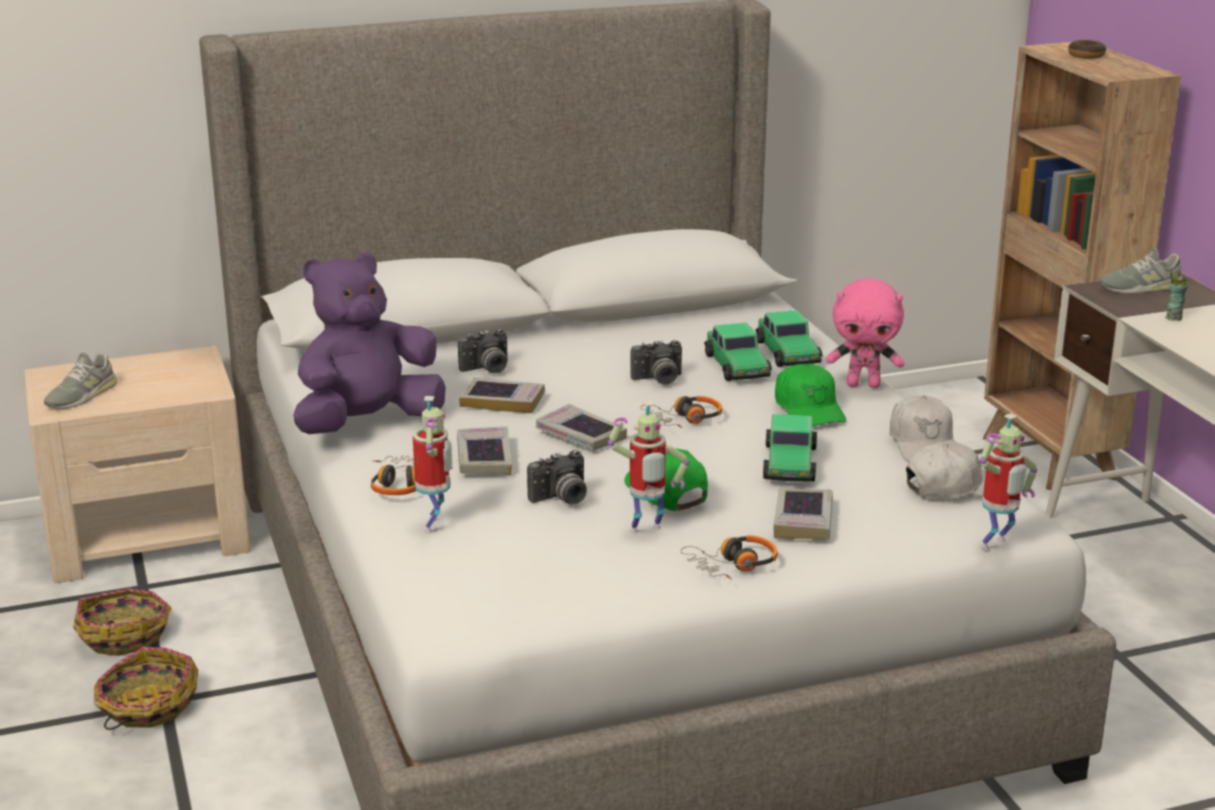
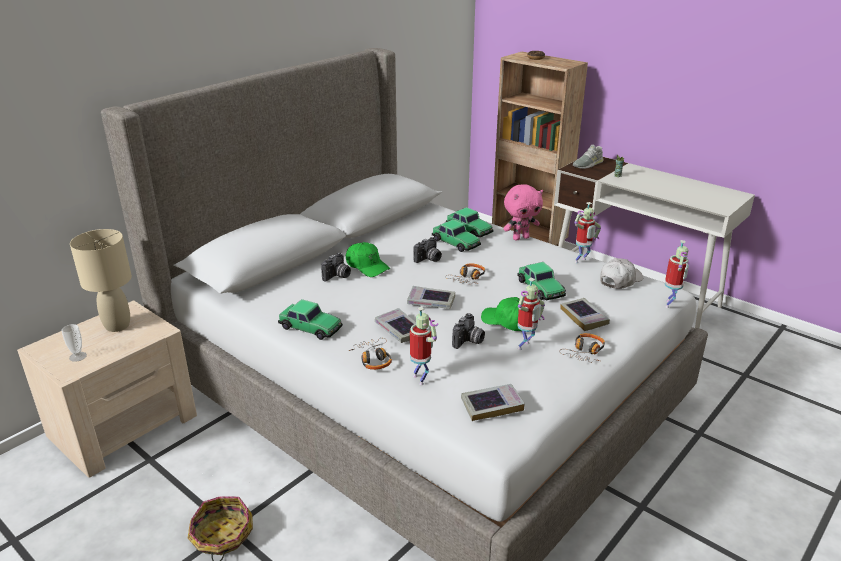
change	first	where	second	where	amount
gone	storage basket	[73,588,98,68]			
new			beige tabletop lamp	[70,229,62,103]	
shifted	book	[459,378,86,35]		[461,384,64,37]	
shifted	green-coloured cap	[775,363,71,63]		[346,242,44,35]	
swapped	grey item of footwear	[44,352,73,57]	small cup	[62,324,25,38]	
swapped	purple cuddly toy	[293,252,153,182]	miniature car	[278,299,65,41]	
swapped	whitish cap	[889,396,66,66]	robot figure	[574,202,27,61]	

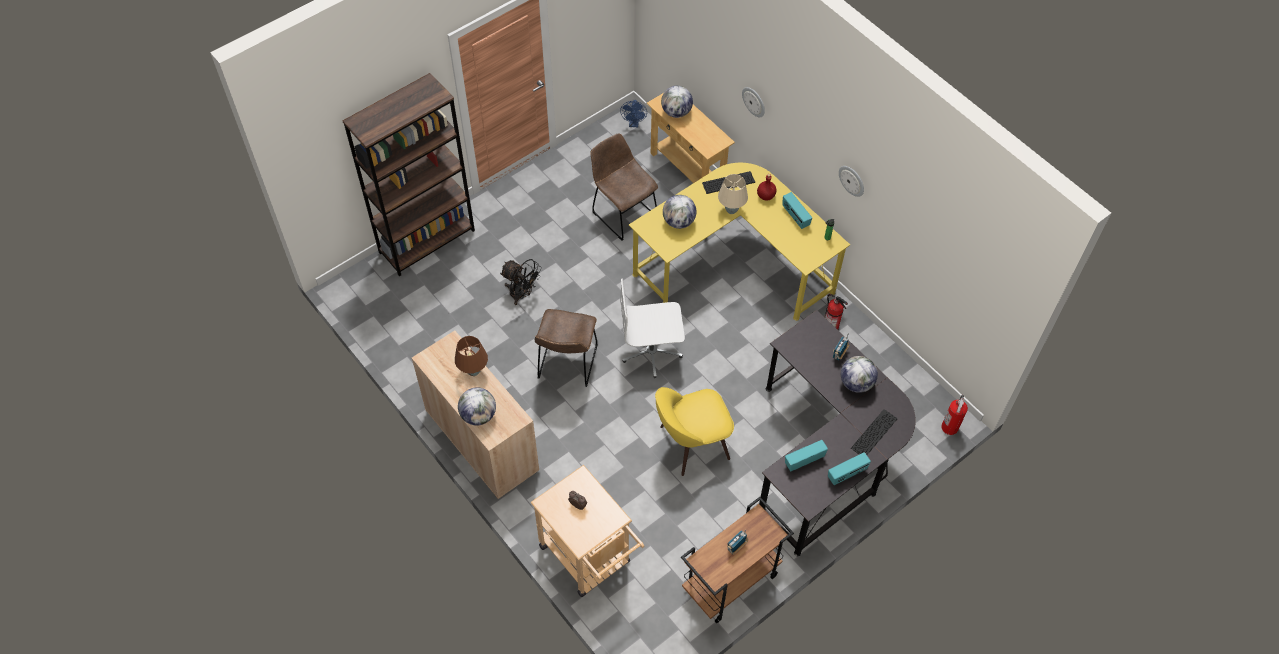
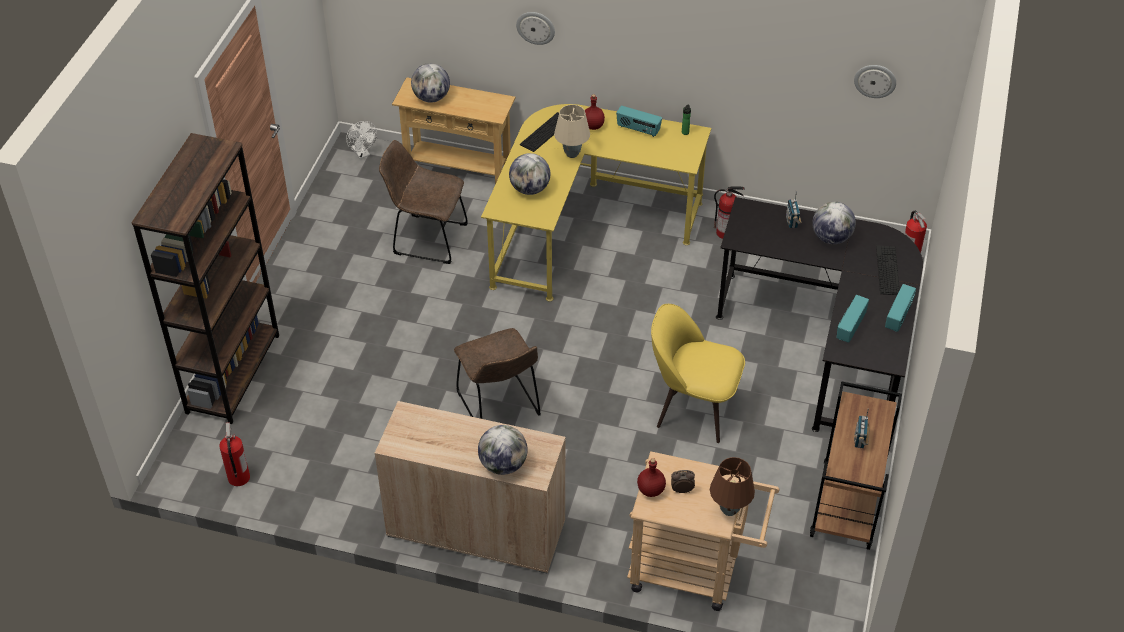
change	first	where	second	where	amount
gone	black cooling fan	[500,259,42,46]			
gone	whitish office chair	[620,278,65,100]			
new			extinguisher	[219,422,31,64]	
new			red drink bottle	[637,458,29,39]	
shifted	brown-coloured tabletop lamp	[455,336,33,40]		[710,457,45,59]	
shifted	clock on the wall	[839,166,25,31]		[854,65,42,33]	
repainted	bluish cooling fan	[620,100,27,27]	whitish cooling fan	[346,121,31,38]	
rotated	yellow chair	[655,387,79,89]		[651,304,94,139]	75 degrees clockwise

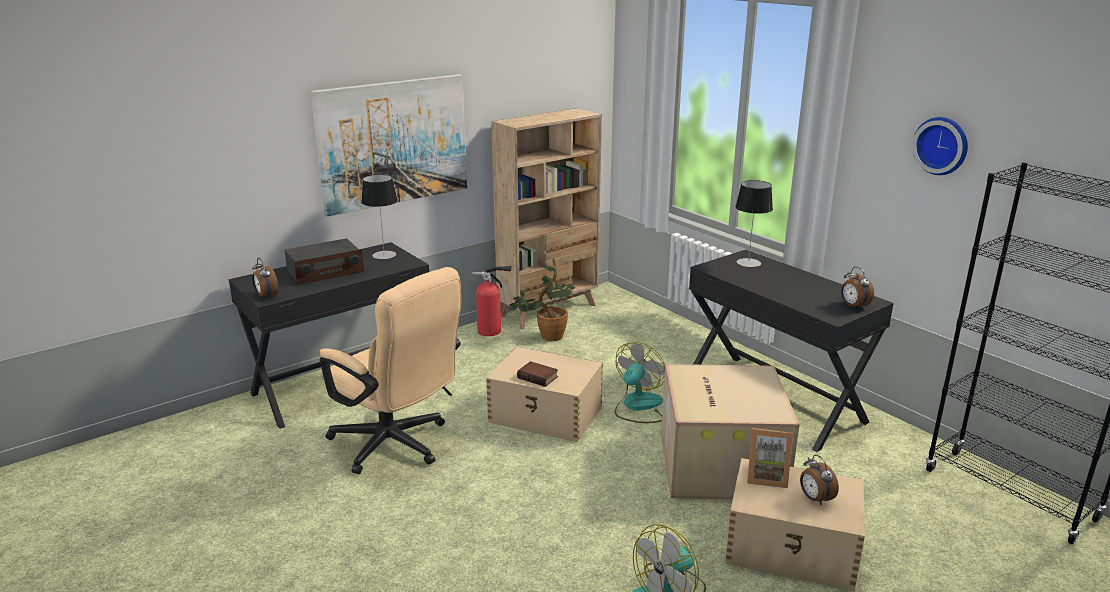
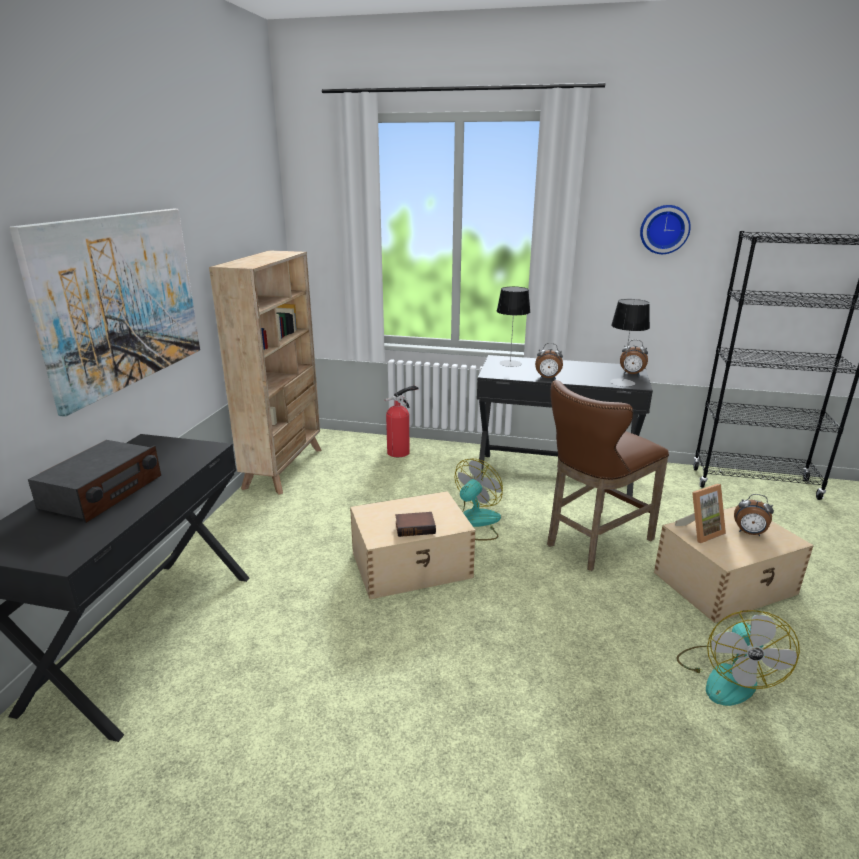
change	first	where	second	where	amount
gone	beige office chair	[320,267,141,207]			
gone	houseplant	[510,258,65,83]			
shifted	bedside clock	[252,258,27,41]		[535,343,28,36]	
shifted	tabletop lamp	[361,174,37,85]		[610,299,40,88]	
shifted	extinguisher	[473,266,39,70]		[385,385,34,72]	
swapped	packing box	[661,364,139,135]	brown-coloured stool seat	[547,380,122,191]	
rotated	cooling fan	[615,342,50,81]		[455,459,48,81]	45 degrees clockwise

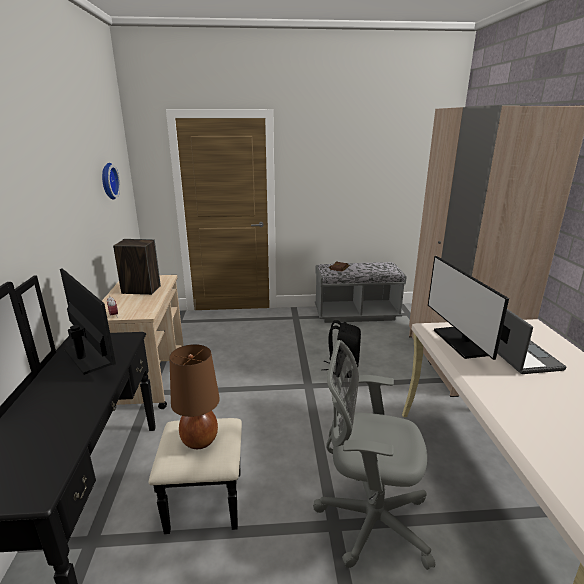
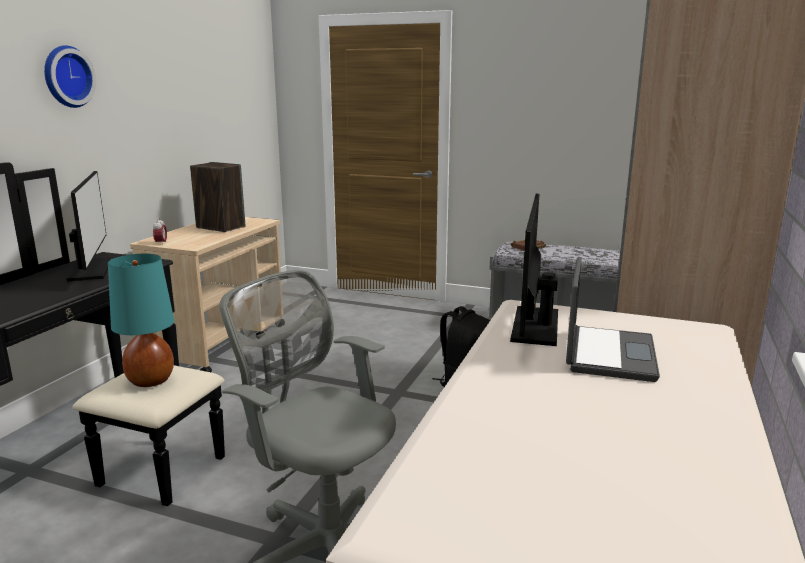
change	first	where	second	where	amount
shifted	clock on the wall	[102,163,18,36]		[44,45,52,63]	
repainted	brown-coloured tabletop lamp	[169,344,51,105]	turquoise tabletop lamp	[108,254,66,133]	

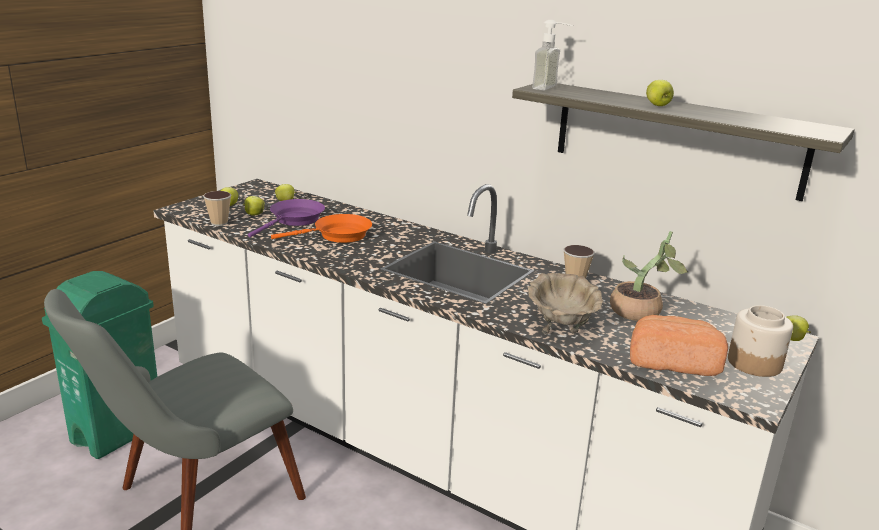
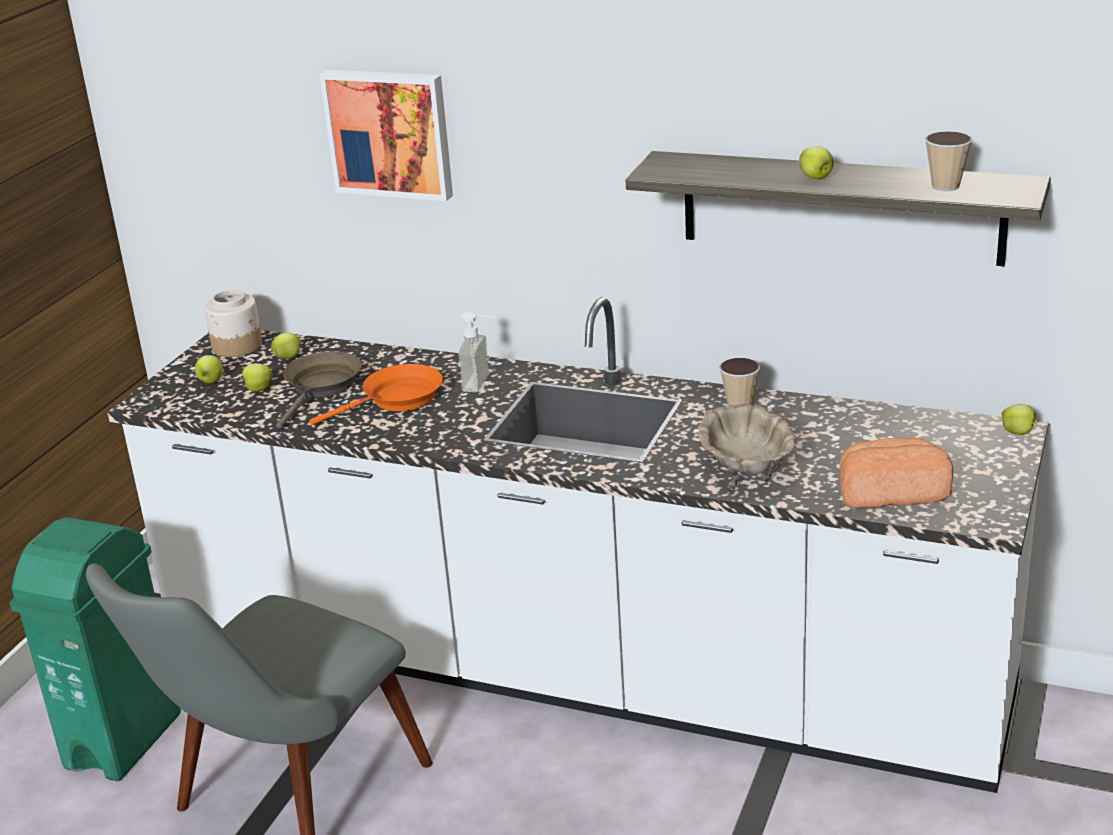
change	first	where	second	where	amount
gone	houseplant	[610,231,78,90]			
new			wall picture	[320,70,133,131]	
shifted	small cup	[203,191,28,35]		[925,131,47,60]	
shifted	liquid soap bottle	[532,20,41,71]		[458,312,37,80]	
shifted	preserve jar	[728,305,65,72]		[204,290,58,67]	
repainted	purple frying pan	[248,199,77,39]	brown-coloured frying pan	[276,351,86,78]	

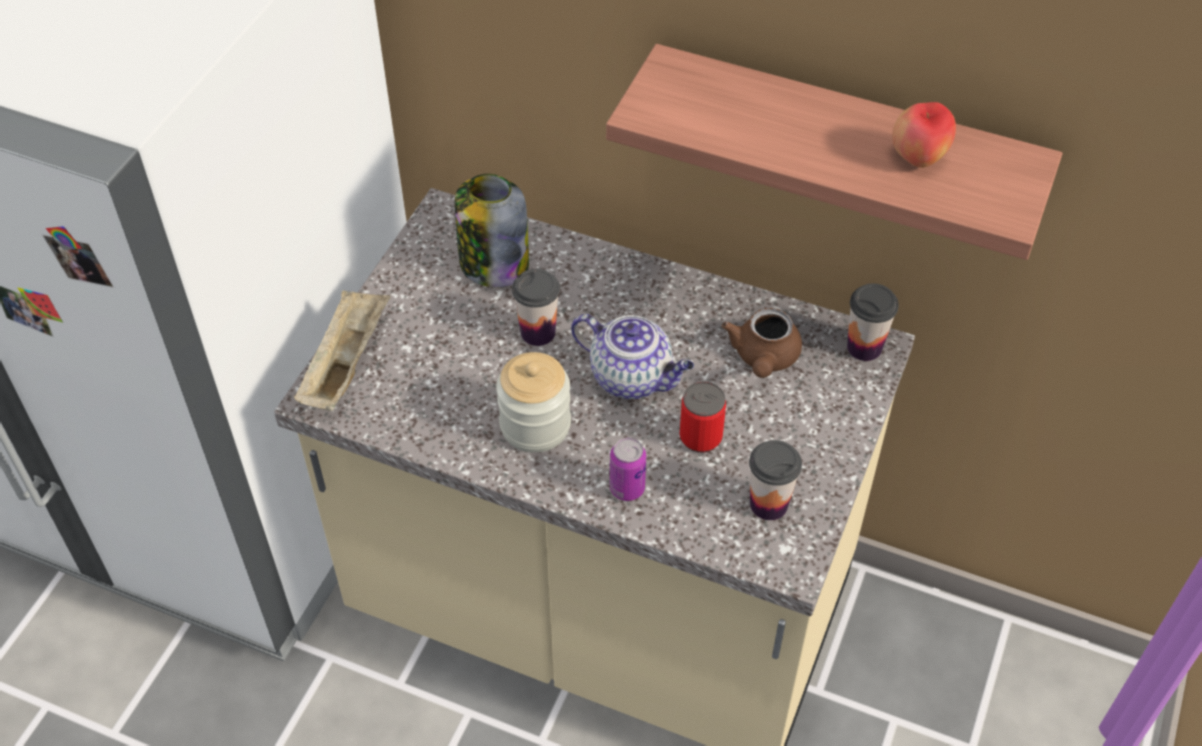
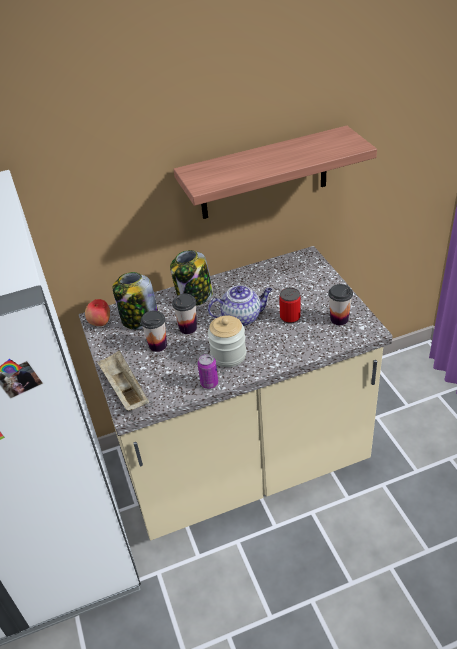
change	first	where	second	where	amount
gone	brown-coloured pot for tea	[722,308,80,70]			
new			preserve jar	[170,250,43,56]	
shifted	sealed can	[610,438,36,63]		[198,354,20,35]	
shifted	small cup	[847,283,52,78]		[141,310,26,42]	
shifted	apple	[892,102,64,66]		[85,299,25,27]	

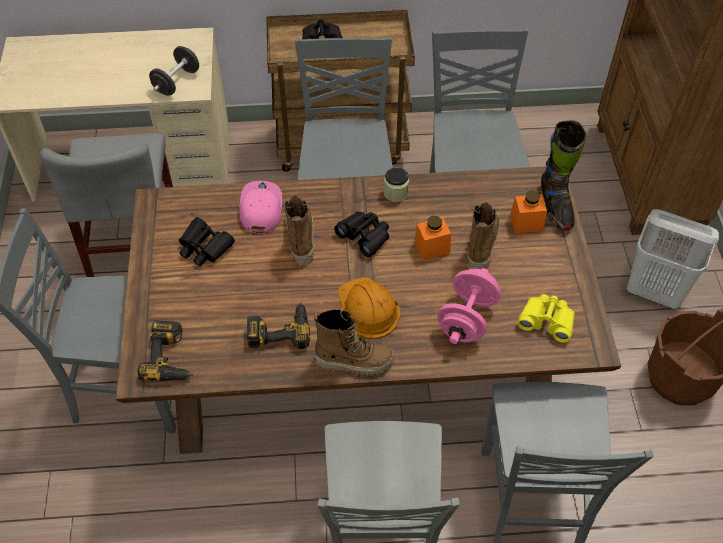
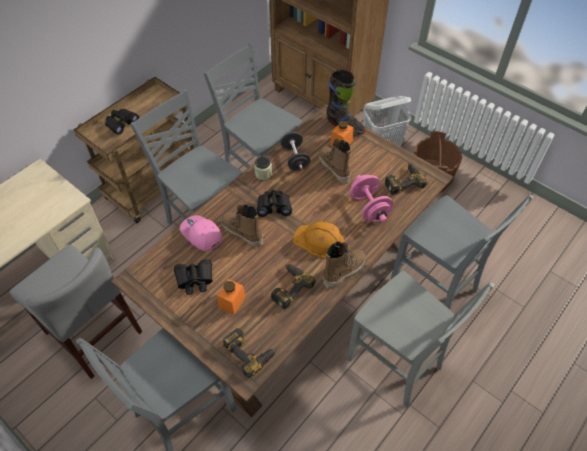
change	first	where	second	where	amount
shifted	black dumbbell	[149,46,50,50]		[281,132,29,39]	
shifted	orange-coloured preserve jar	[414,216,37,45]		[217,279,29,36]	
swapped	yellow binoculars	[518,294,57,49]	drill	[385,163,43,32]	

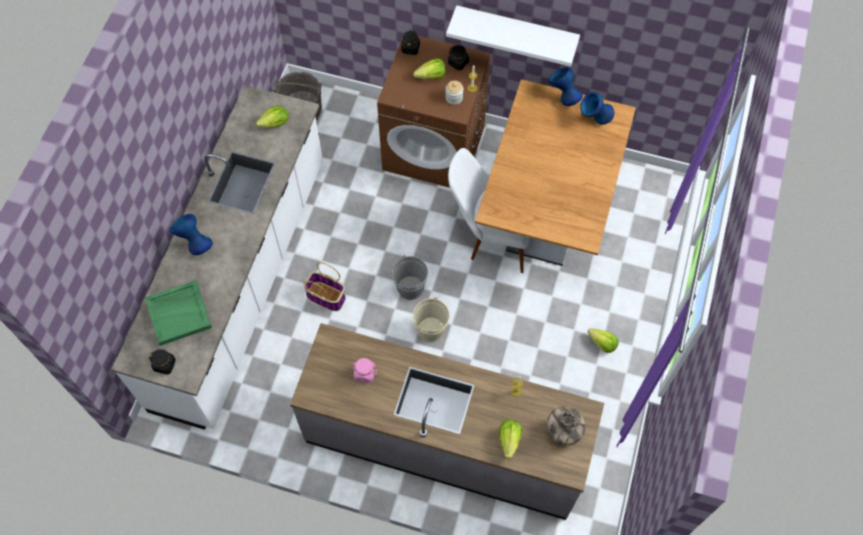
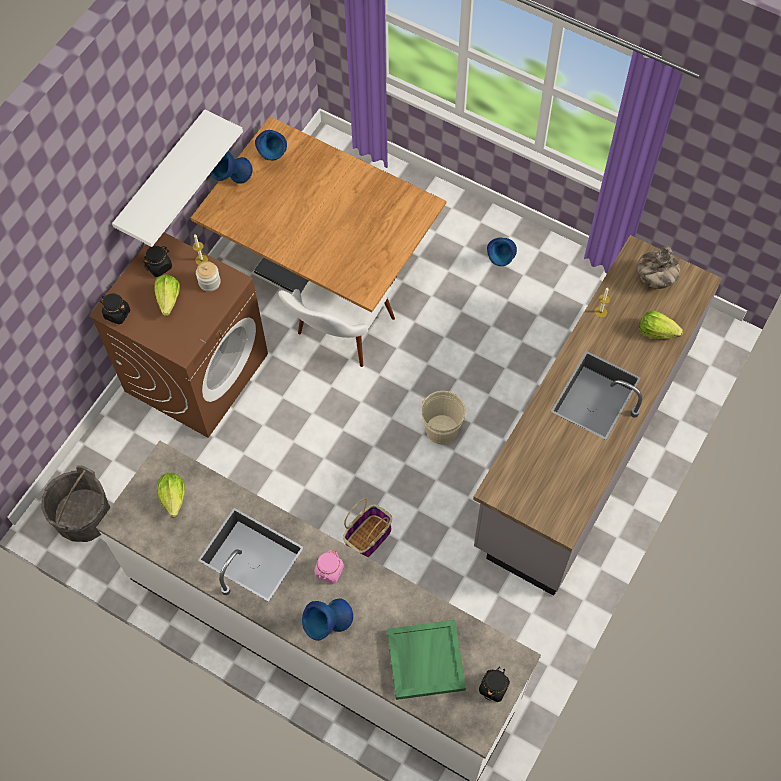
change	first	where	second	where	amount
gone	grey pail	[392,254,36,46]			
shifted	pink-coloured preserve jar	[351,358,26,25]		[314,550,30,34]	
swapped	lettuce head	[587,328,32,25]	bluish vase	[487,238,30,28]	

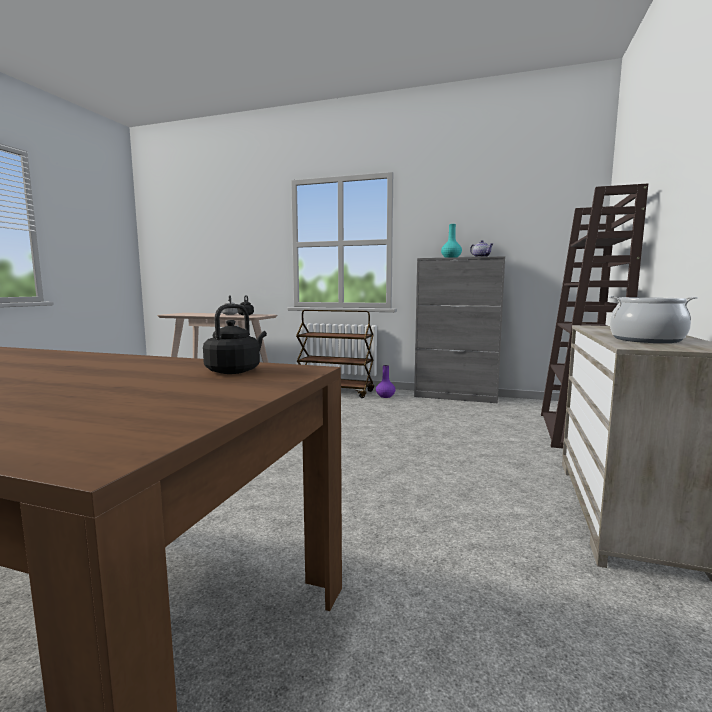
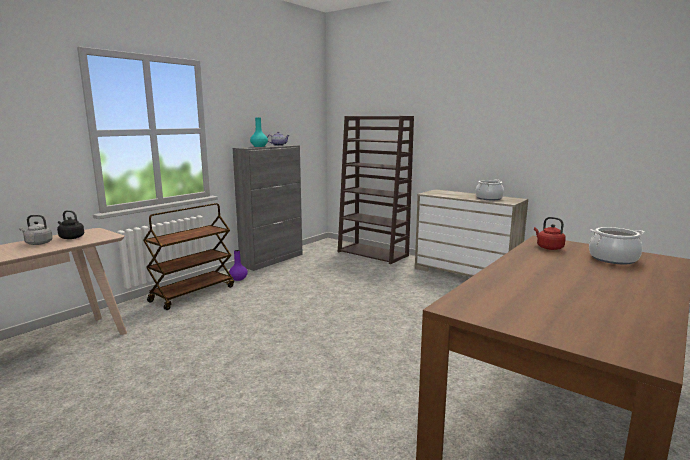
change	first	where	second	where	amount
new			saucepot	[589,227,56,37]	
repainted	black kettle	[203,304,64,70]	red kettle	[534,217,32,33]	

